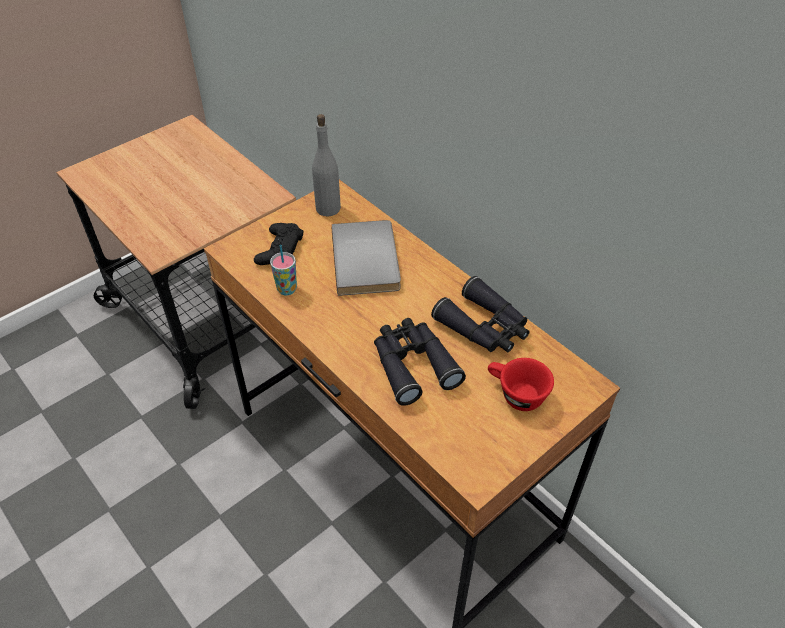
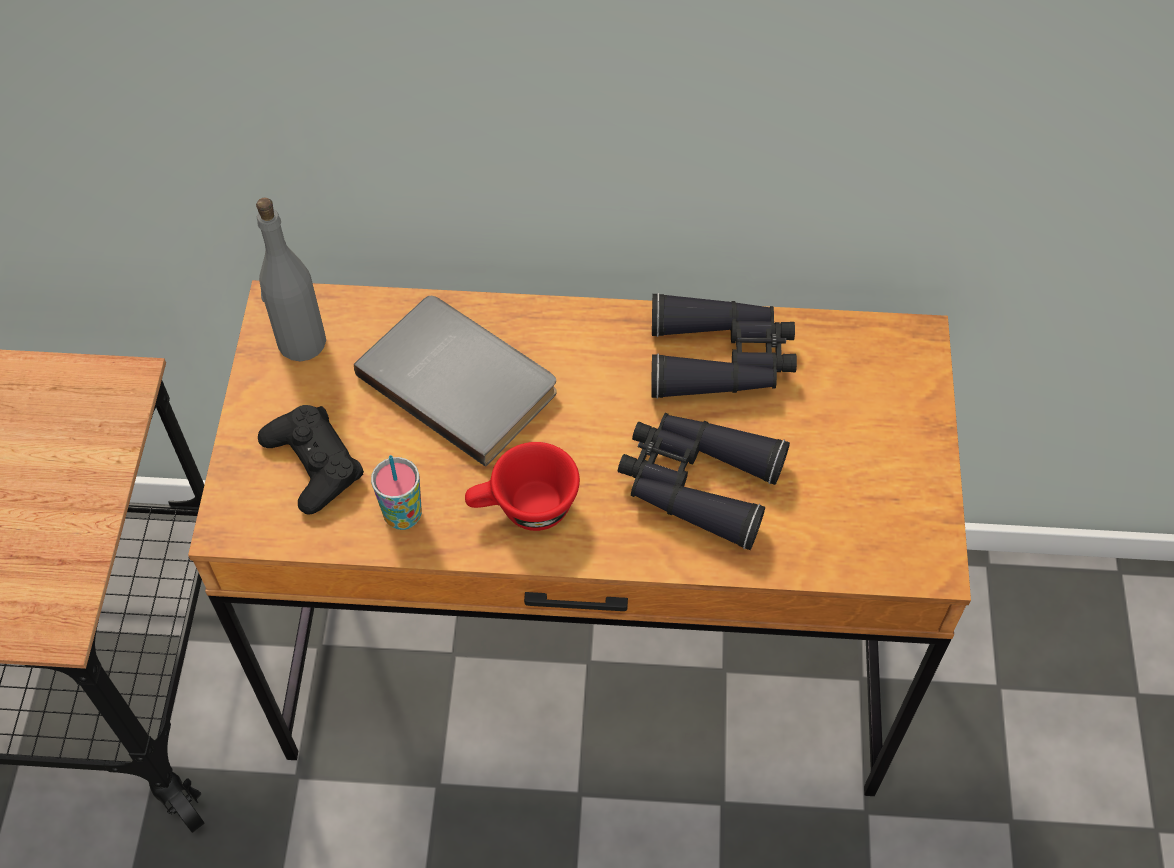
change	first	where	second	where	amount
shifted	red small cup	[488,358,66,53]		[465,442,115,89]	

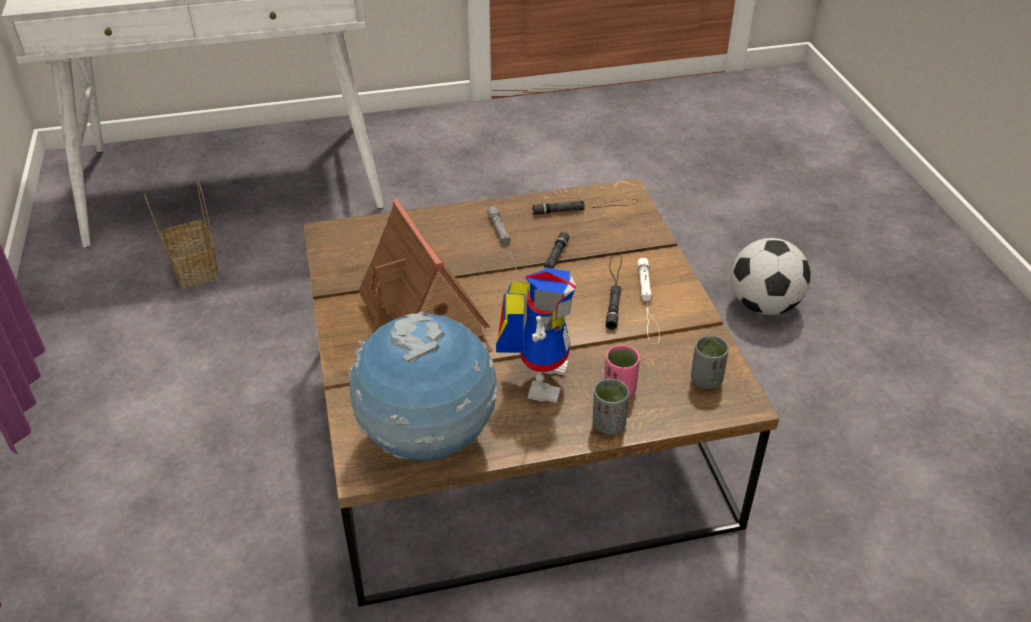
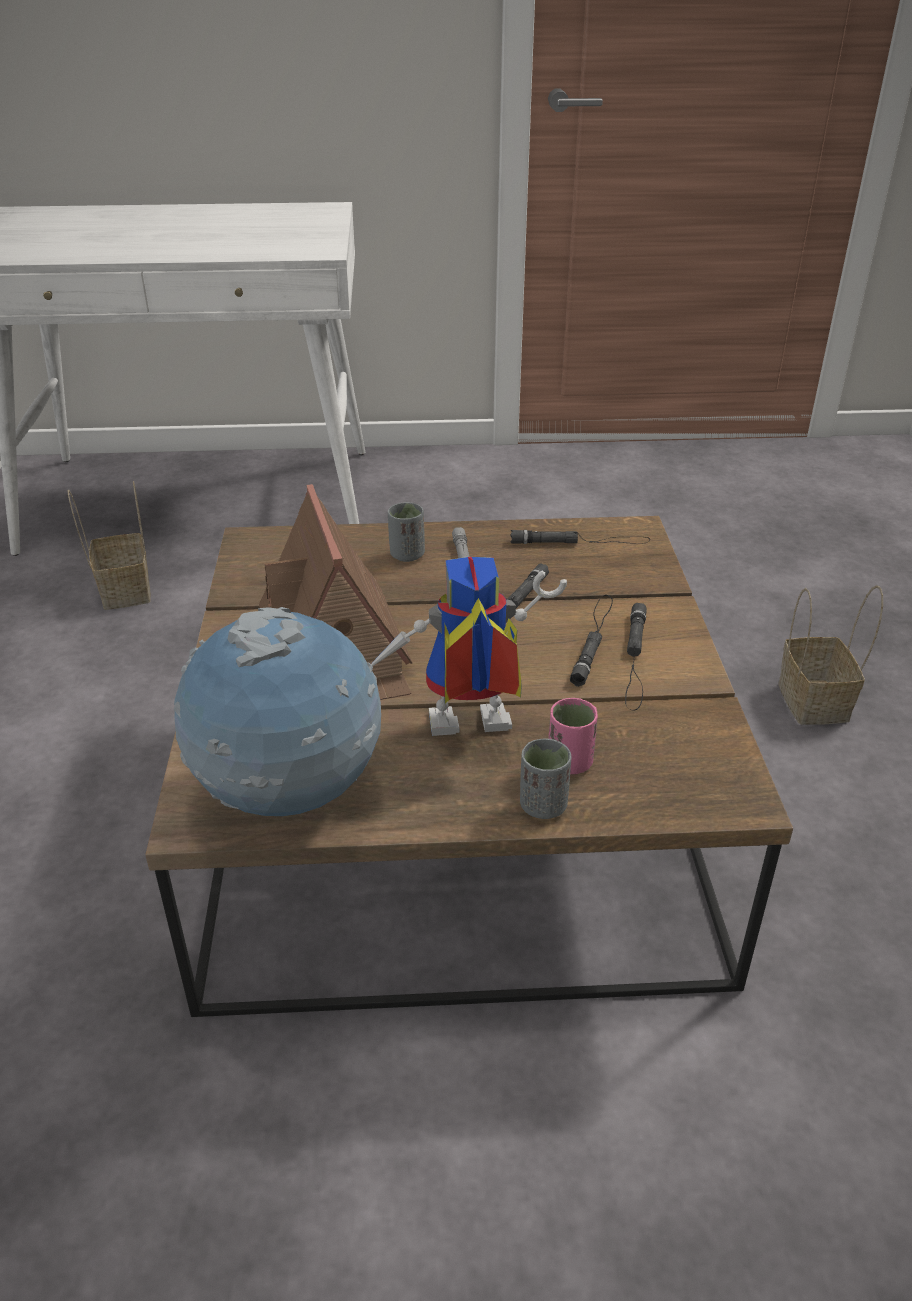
change	first	where	second	where	amount
shifted	grey small cup	[691,335,38,54]		[388,502,37,60]	
swapped	football	[731,238,80,77]	storage basket	[778,585,105,140]	
repainted	whitish torch	[637,258,23,86]	black torch	[625,603,22,107]	
rotated	robot figure	[496,267,80,136]		[371,557,196,179]	120 degrees counterclockwise

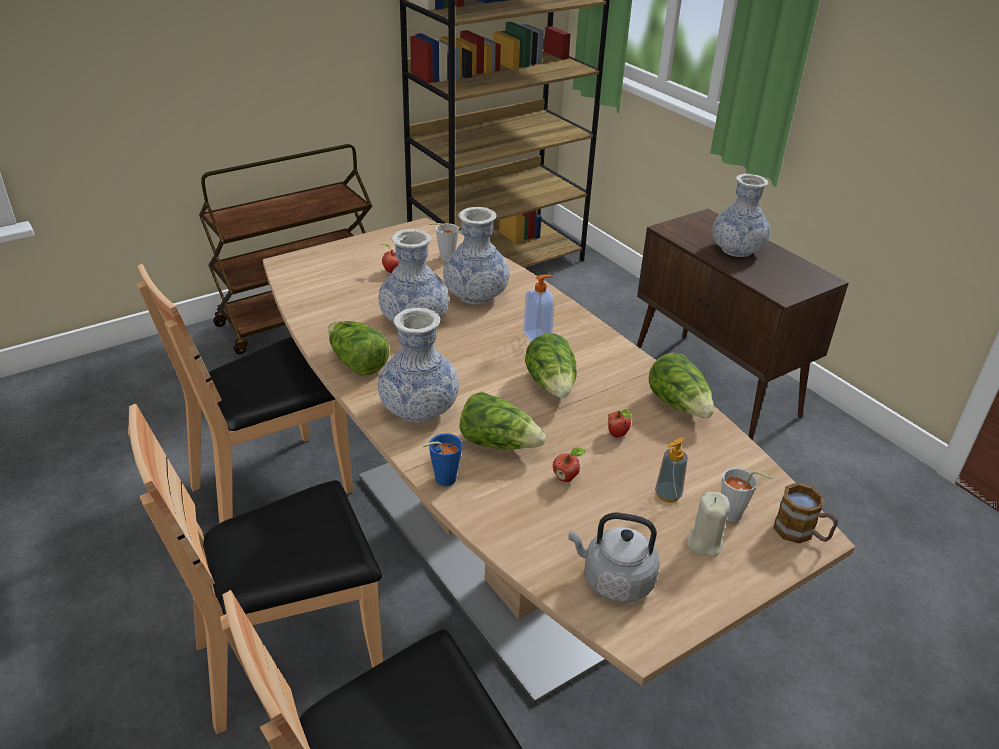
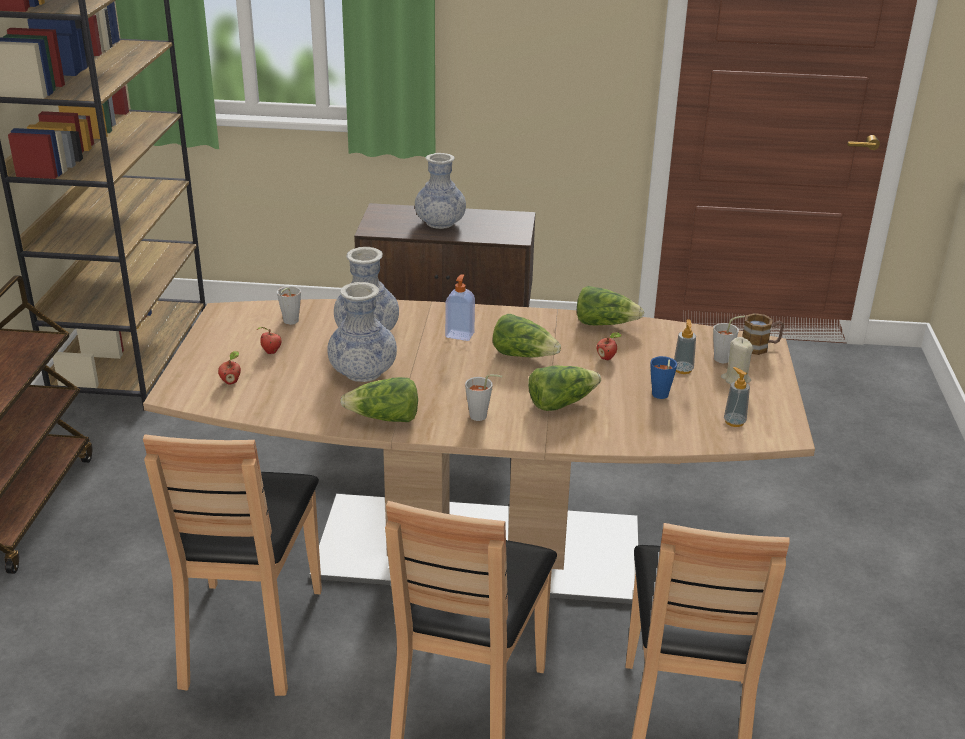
change	first	where	second	where	amount
shifted	bluish small cup	[422,433,40,53]		[651,356,26,43]	
shifted	apple	[553,447,33,35]		[218,351,23,34]	
swapped	vase	[378,308,81,115]	grey small cup	[465,374,37,47]	
swapped	grey kettle	[568,512,92,91]	liquid soap bottle	[724,367,26,60]	

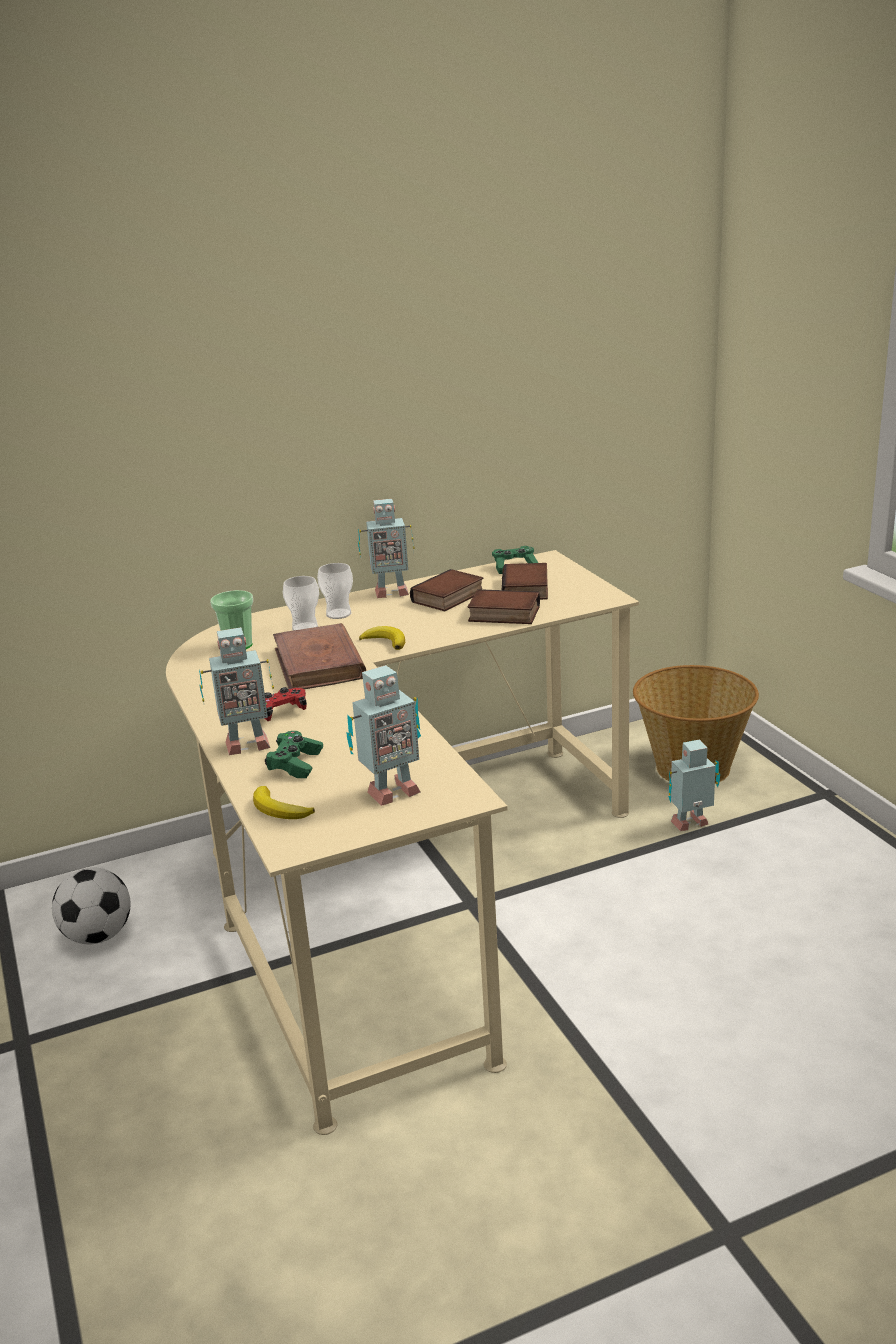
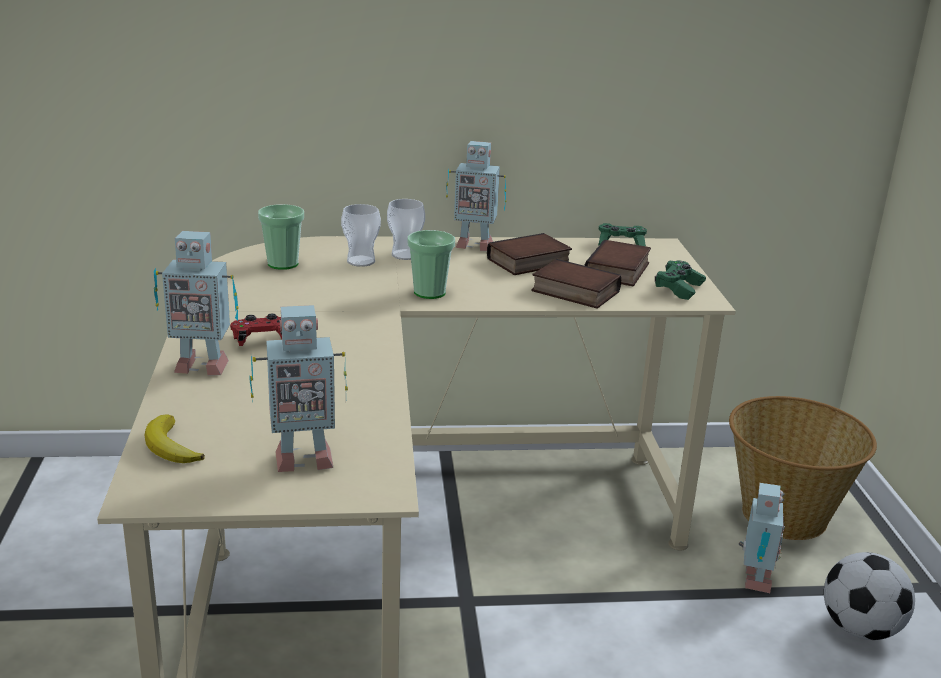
change	first	where	second	where	amount
gone	brown-coloured book	[273,623,93,66]			
shifted	football	[52,868,78,76]		[824,552,91,88]	
shifted	green-coloured gamepad	[265,731,58,47]		[655,260,51,40]	
swapped	banana	[359,626,46,24]	small cup	[408,230,47,69]	
rotated	robot figure	[668,739,52,92]		[739,483,46,110]	105 degrees clockwise

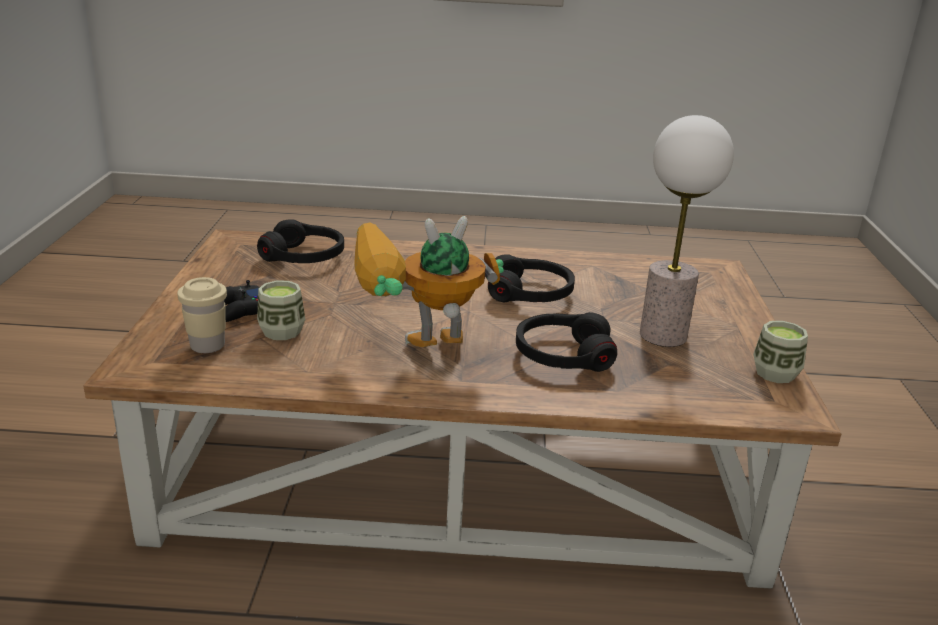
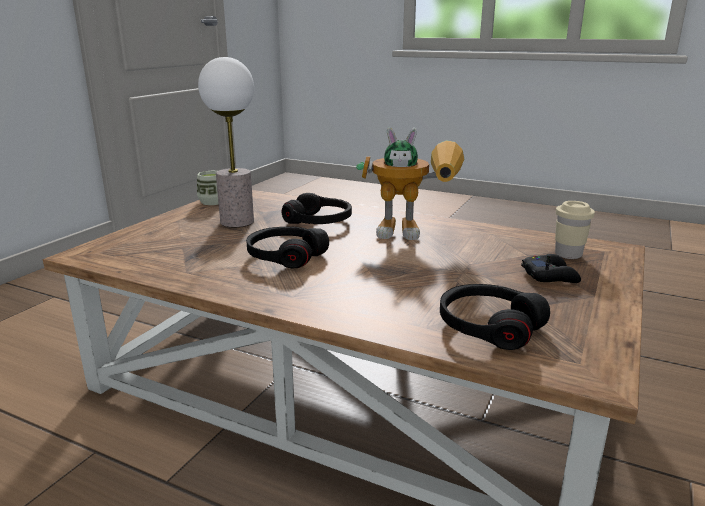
change	first	where	second	where	amount
gone	small cup	[257,280,49,60]			

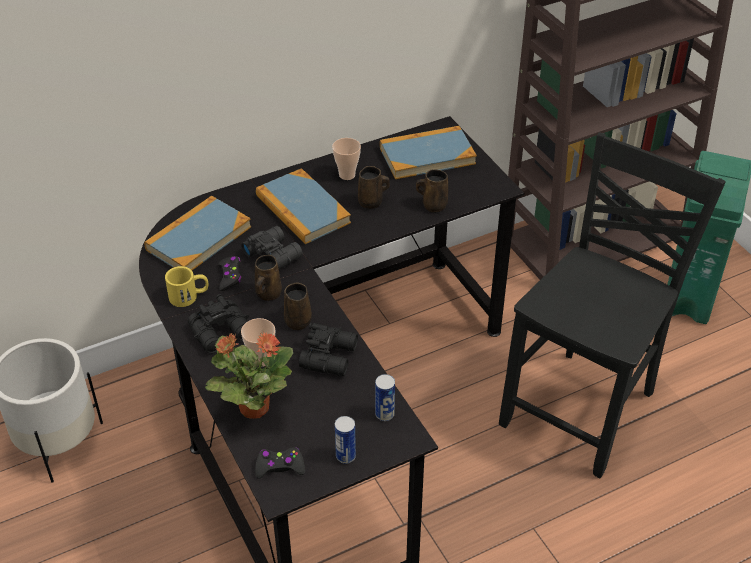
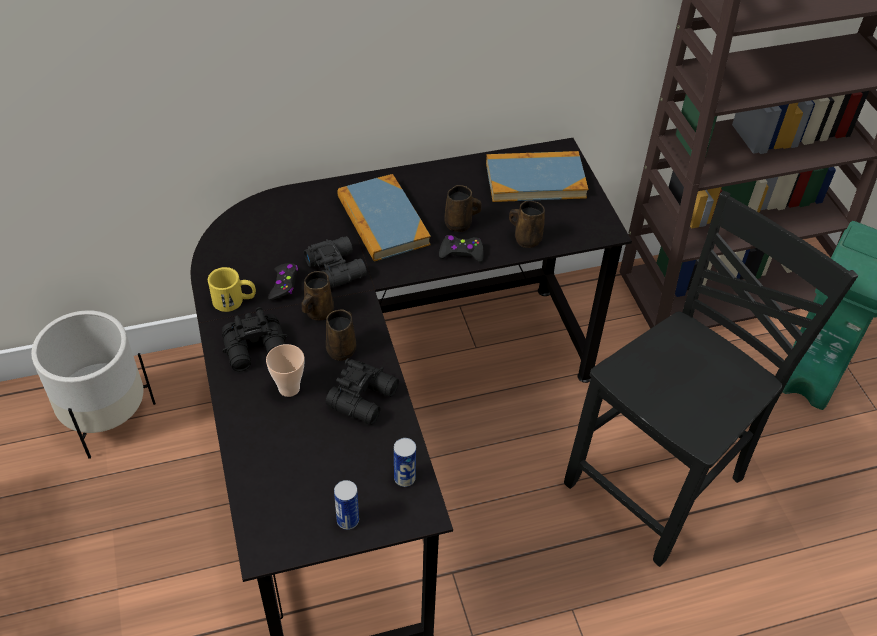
change	first	where	second	where	amount
gone	book	[144,196,107,74]			
gone	houseplant	[205,332,88,87]			
gone	small cup	[332,138,29,42]			
shifted	black gamepad	[255,447,50,32]		[439,235,45,27]	

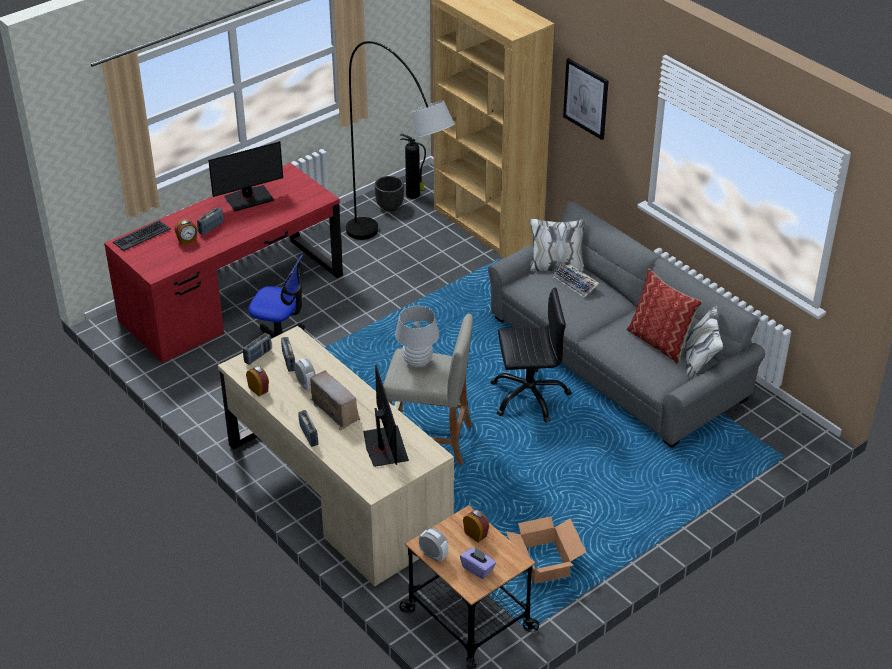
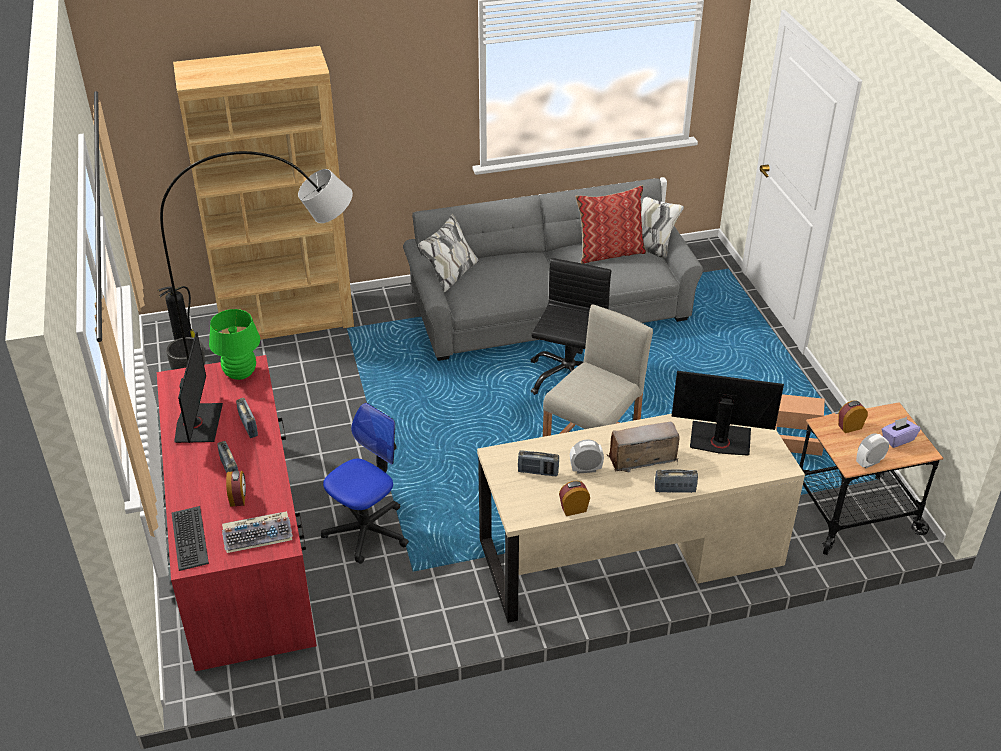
change	first	where	second	where	amount
gone	whitish tabletop lamp	[395,306,45,61]			
gone	wall picture	[563,58,46,82]			
new			green-coloured tabletop lamp	[209,309,51,71]	
shifted	radio receiver	[243,333,29,32]		[236,398,22,40]	
shifted	computer keyboard	[553,264,46,34]		[222,511,71,42]	

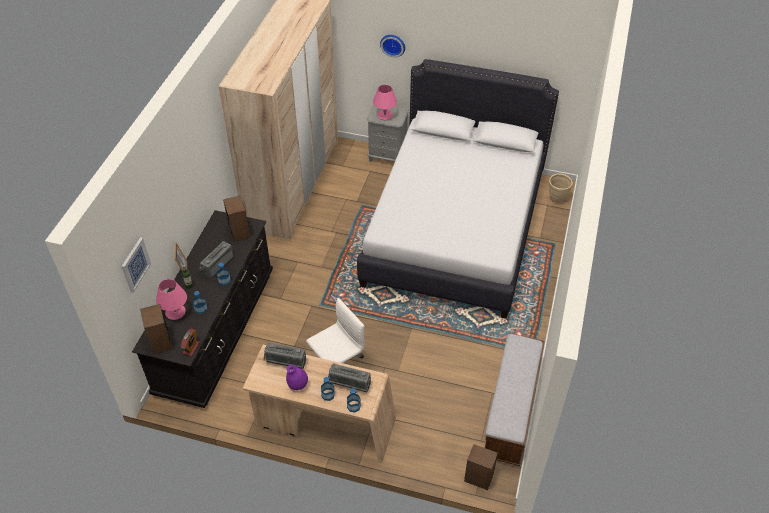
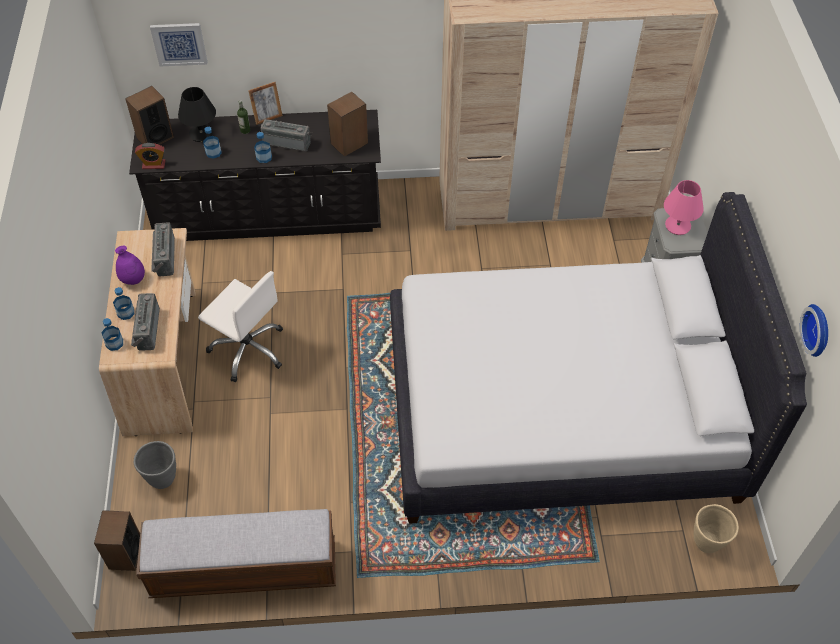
change	first	where	second	where	amount
new			grey flower pot	[134,441,42,48]	
shifted	clock on the wall	[380,35,25,23]		[800,304,28,53]	
repainted	pink-coloured tabletop lamp	[156,279,31,41]	black tabletop lamp	[178,87,38,55]	

